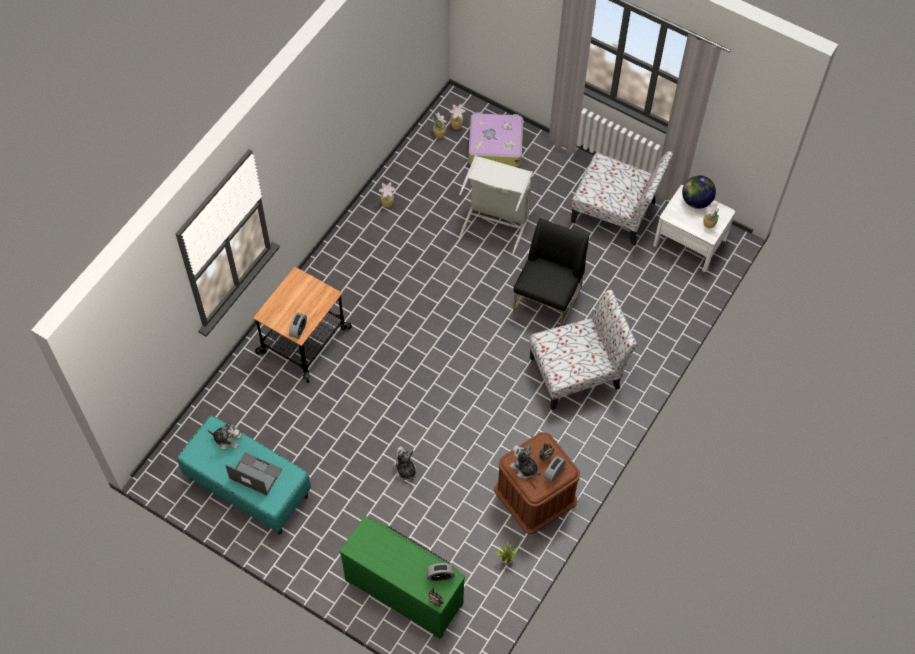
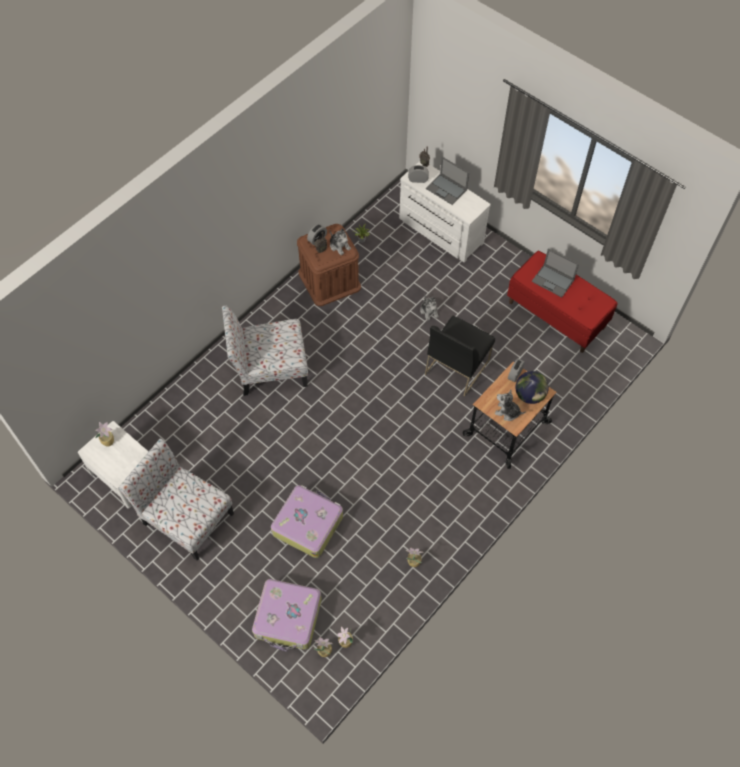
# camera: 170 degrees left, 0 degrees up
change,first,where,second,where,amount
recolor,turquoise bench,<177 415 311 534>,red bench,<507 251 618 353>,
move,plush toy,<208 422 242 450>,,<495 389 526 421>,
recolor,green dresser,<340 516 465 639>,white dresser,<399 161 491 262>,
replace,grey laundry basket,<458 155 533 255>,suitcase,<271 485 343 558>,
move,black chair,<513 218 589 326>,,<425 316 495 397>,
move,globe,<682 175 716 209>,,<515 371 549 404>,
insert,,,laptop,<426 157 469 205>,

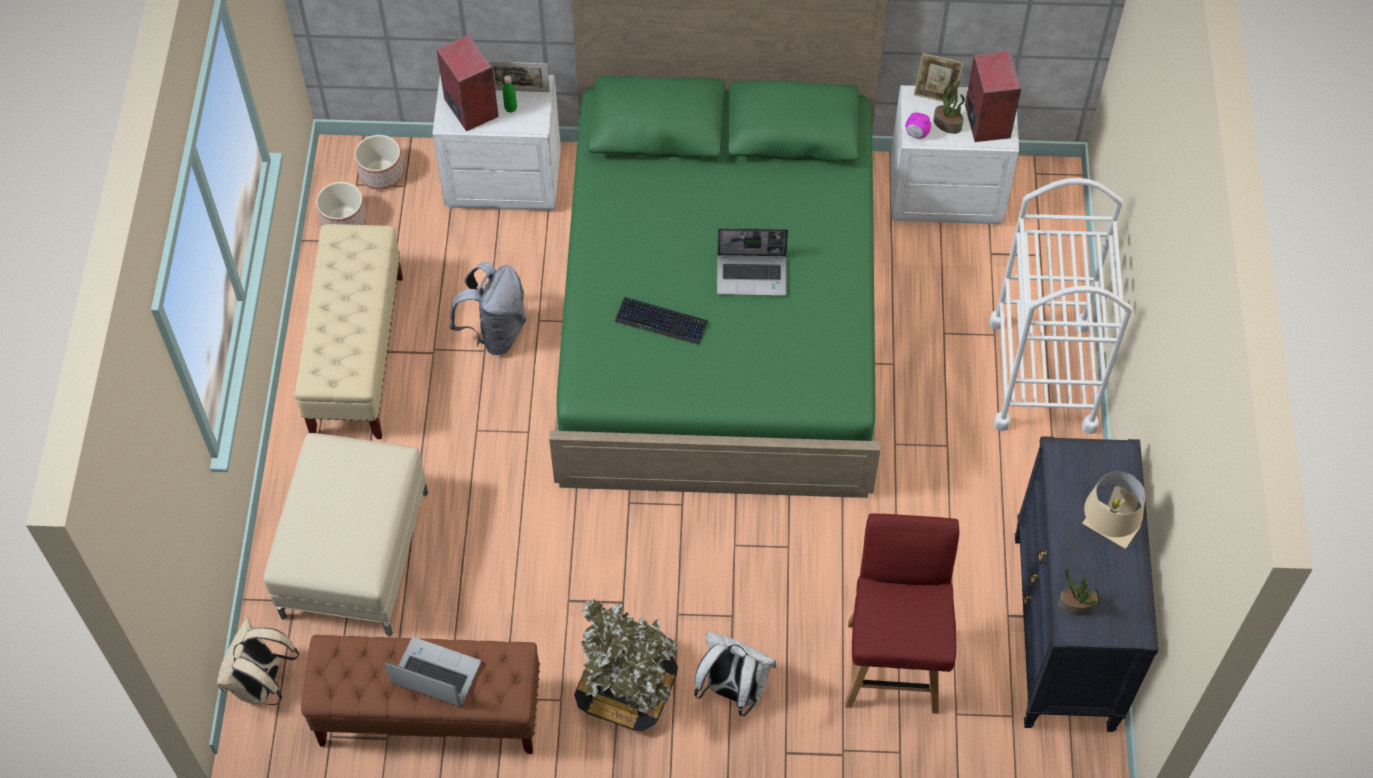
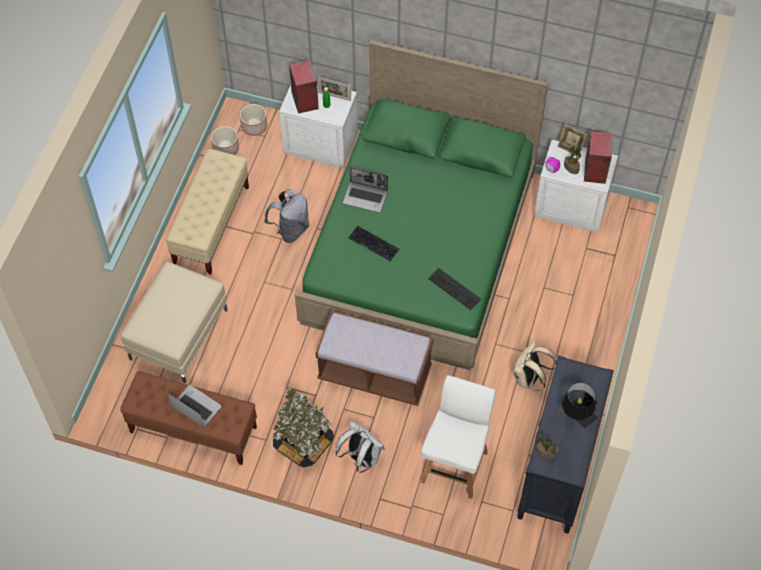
# camera: 15 degrees right, 0 degrees up
change,first,where,second,where,amount
move,beige backpack,<217 618 299 705>,,<514 341 556 391>,
move,laptop,<717 228 788 296>,,<343 167 388 212>,
recolor,red chair,<845 513 959 714>,white chair,<421 375 496 499>,
delete,white cart,<989 178 1132 434>,,,
recolor,beige table lamp,<1082 472 1145 549>,black table lamp,<562 383 598 428>,
insert,,,brown bench,<315 310 434 406>,
insert,,,keyboard,<428 268 481 310>,

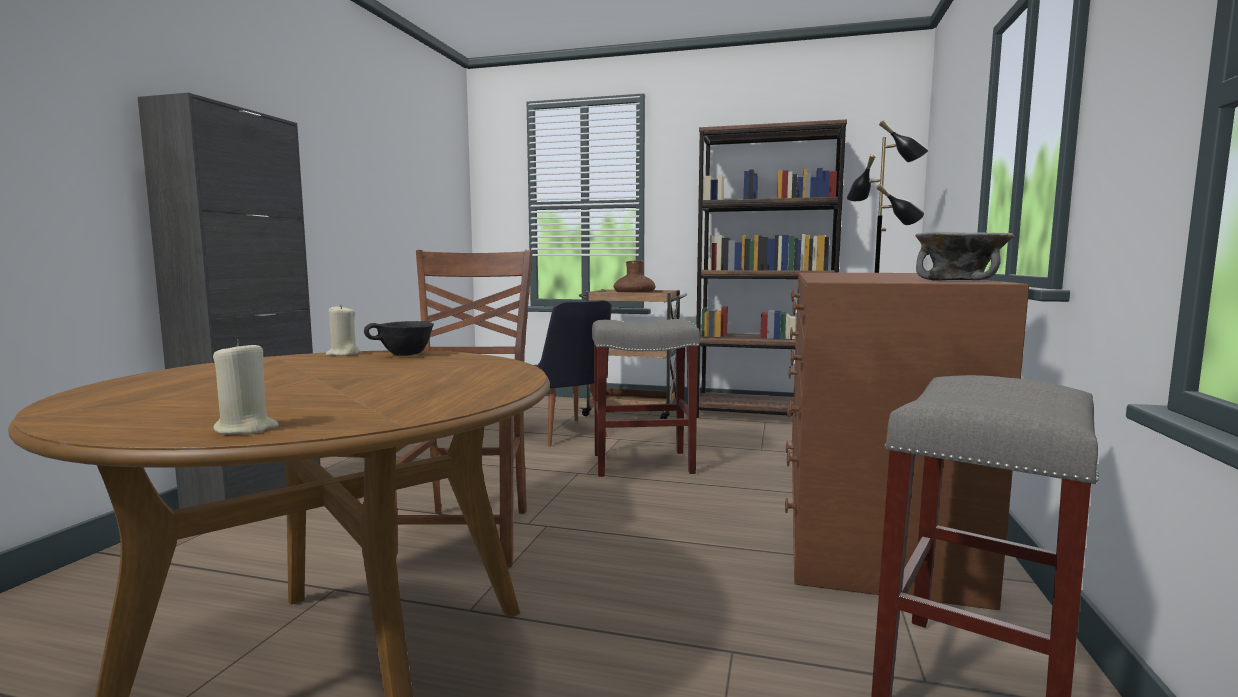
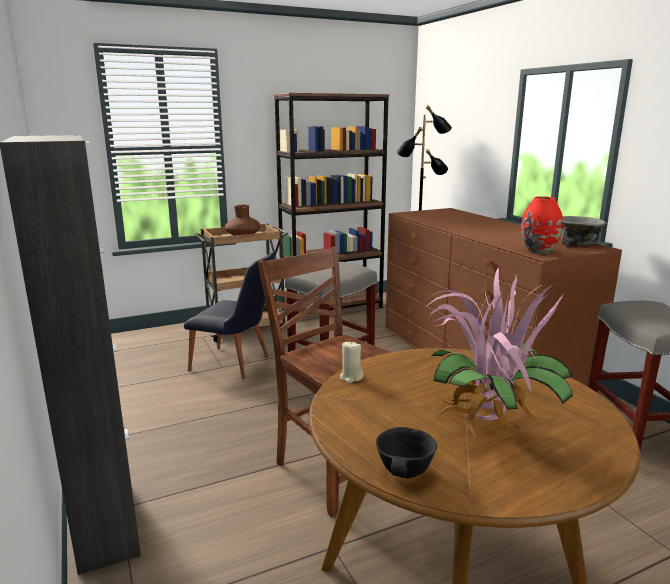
# camera: 40 degrees left, 10 degrees up
change,first,where,second,where,amount
delete,beige candle,<213 340 278 434>,,,
move,black bowl,<364 321 434 356>,,<376 427 437 478>,
insert,,,potted plant,<424 268 573 437>,
insert,,,red vase,<521 196 563 254>,

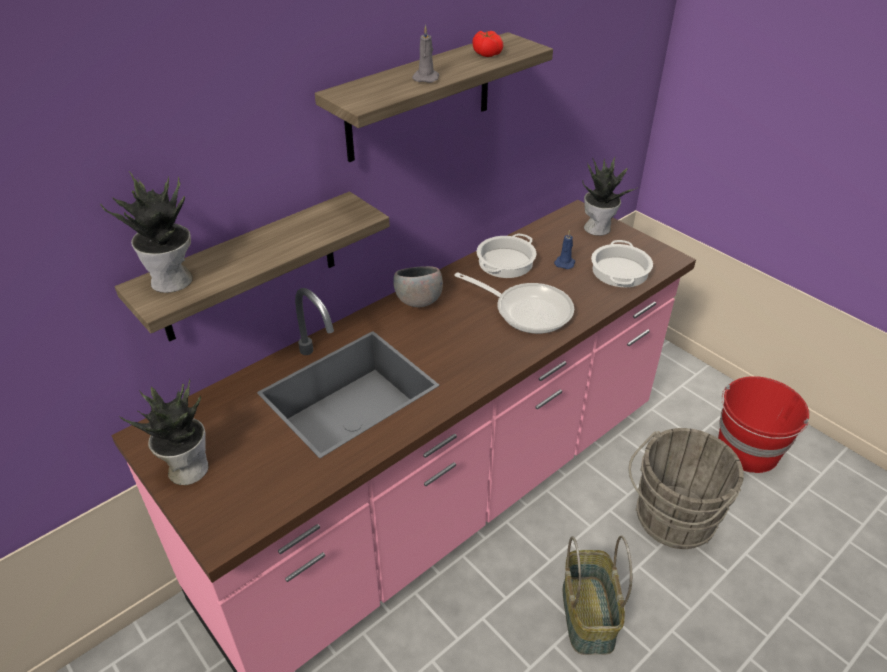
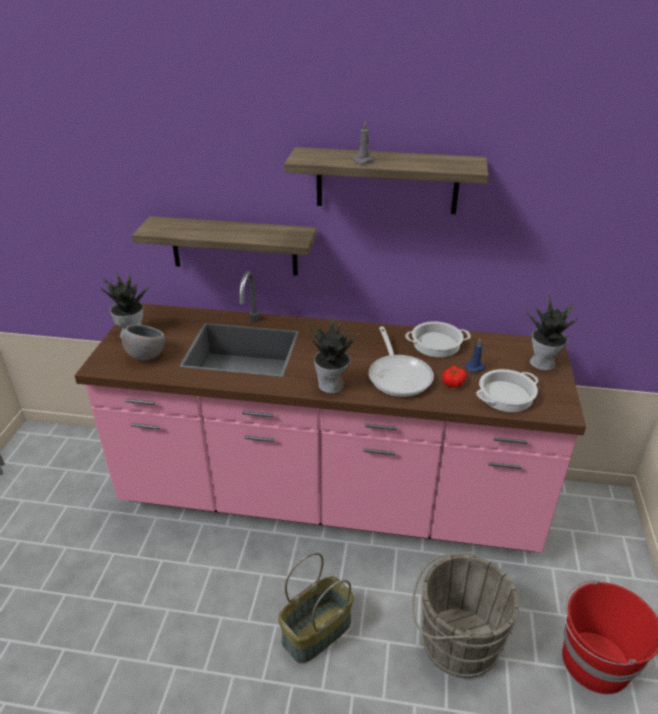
# camera: 50 degrees right, 5 degrees down
change,first,where,second,where,amount
move,potted plant,<100 171 193 293>,,<309 314 360 393>,
move,grey bowl,<393 266 443 307>,,<122 325 165 360>,
move,tomato,<472 31 504 57>,,<442 366 467 388>,

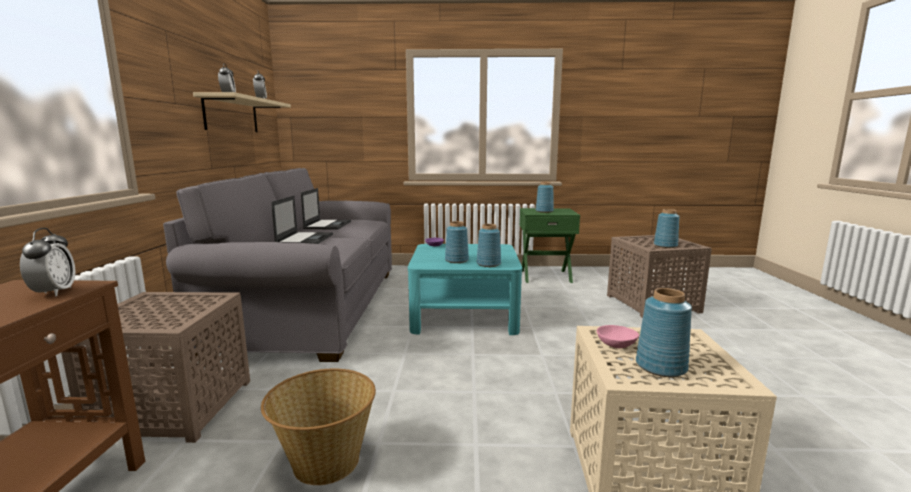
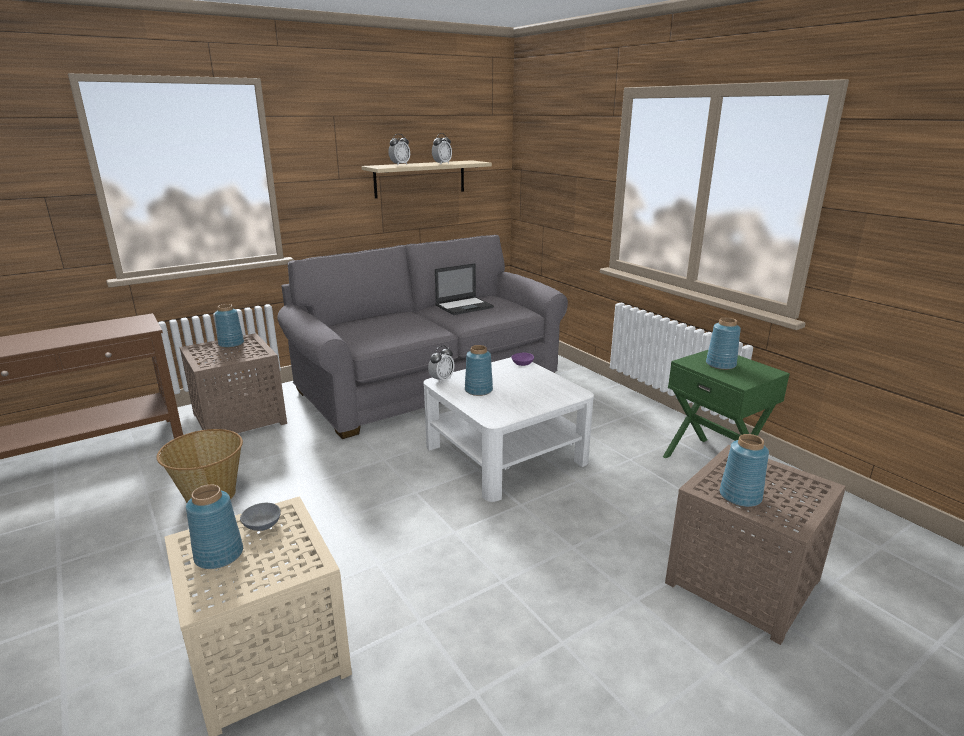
# camera: 55 degrees right, 10 degrees up
change,first,where,second,where,amount
move,alarm clock,<20 228 76 296>,,<428 345 454 383>,
delete,laptop,<271 196 333 244>,,,
recolor,turquoise coffee table,<408 244 522 335>,white coffee table,<424 357 594 502>,
move,blue vase,<477 224 501 267>,,<215 304 244 348>,
recolor,pink bowl,<597 325 639 348>,grey bowl,<240 503 281 531>,

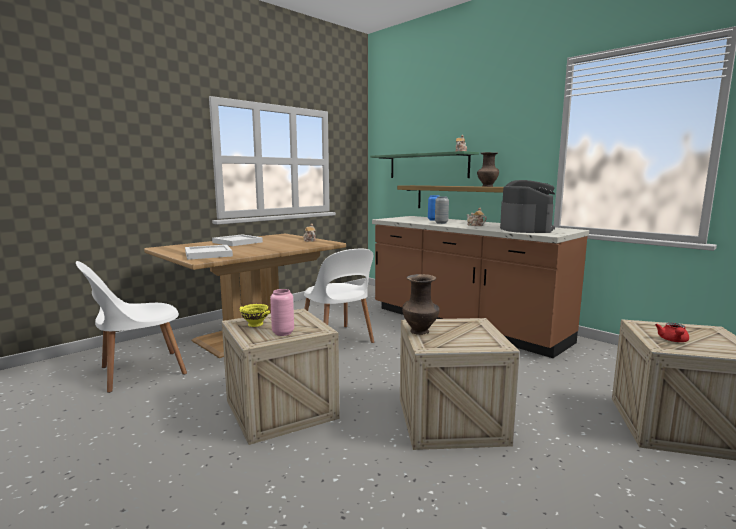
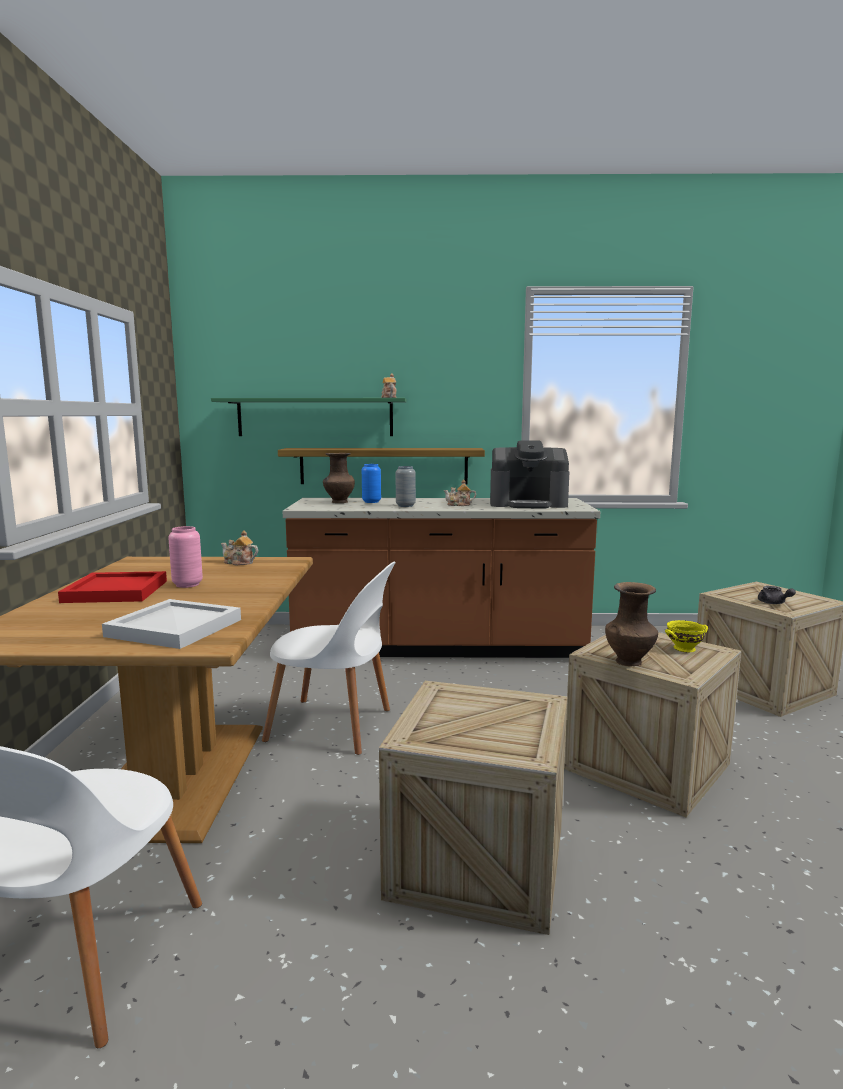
# camera: 45 degrees left, 0 degrees up
change,first,where,second,where,amount
recolor,white tray,<212 234 263 246>,red tray,<58 571 167 603>,
move,yellow bowl,<240 304 270 327>,,<665 620 708 652>,
move,pink vase,<270 289 294 336>,,<168 526 203 588>,
move,brown vase,<477 152 499 187>,,<323 453 355 503>,
rotate,coffee machine,<500 180 555 233>,,<490 440 570 508>,135 degrees clockwise
recolor,red teapot,<655 323 689 342>,grey teapot,<758 586 796 604>,

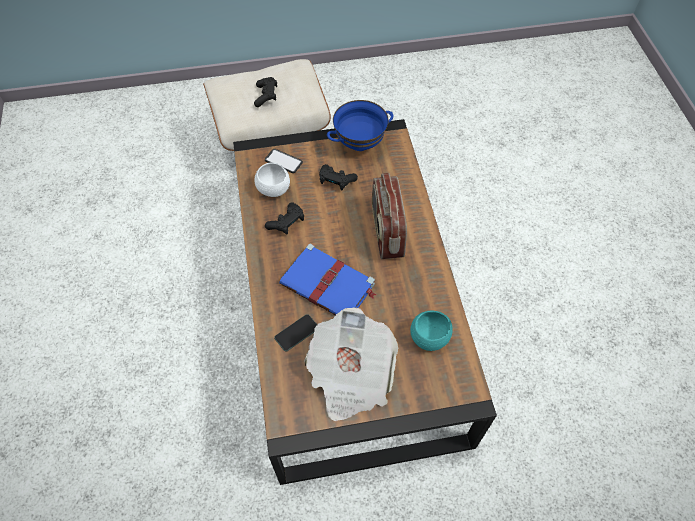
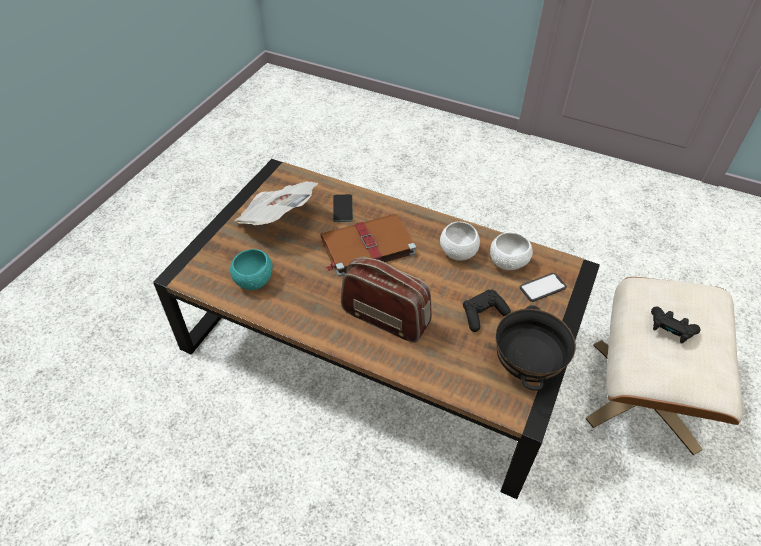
# camera: 125 degrees right, 10 degrees down
change,first,where,second,where,amount
replace,black game controller,<265 202 304 234>,white bowl,<440 222 480 261>,
recolor,blue book,<279 244 377 315>,brown book,<321 214 416 277>,
recolor,blue bowl,<327 100 393 151>,black bowl,<495 305 576 390>,

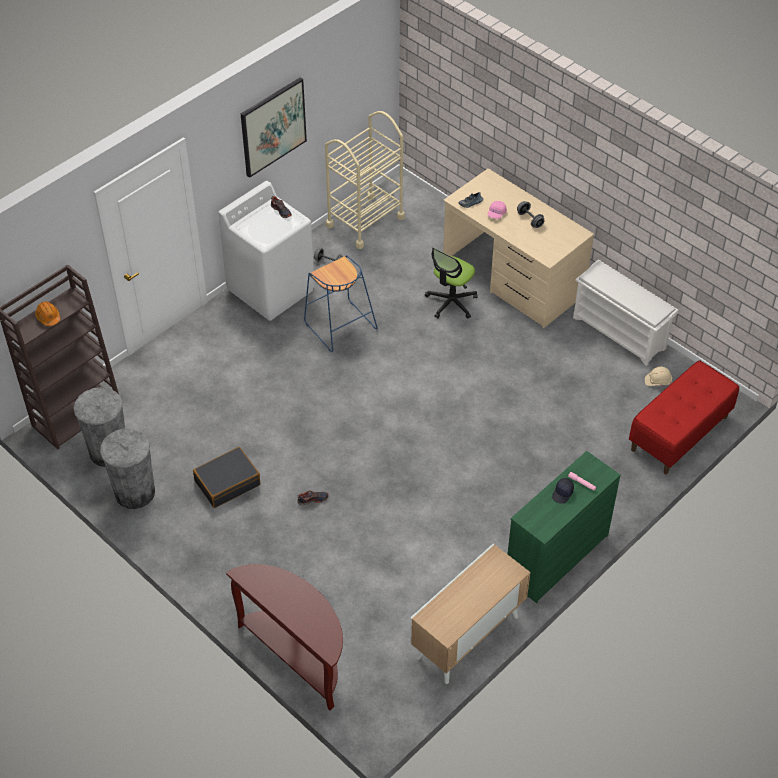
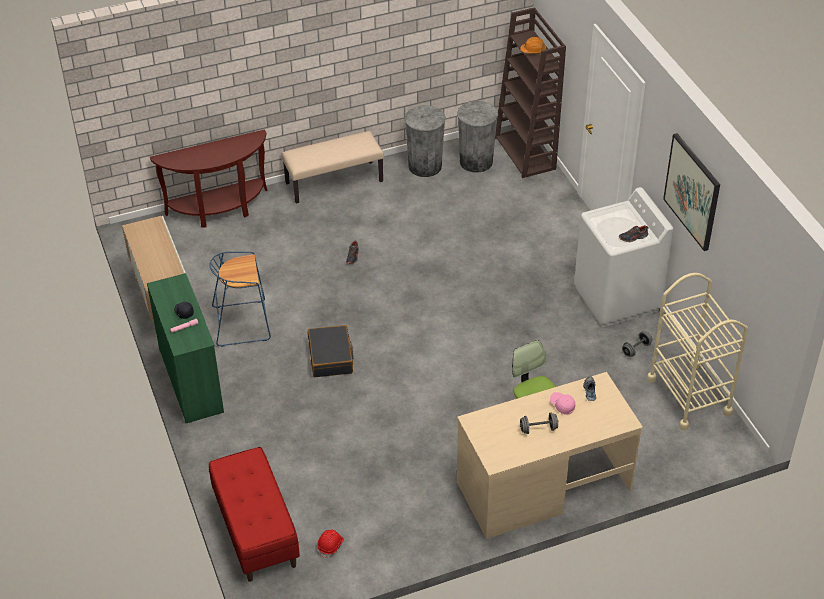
# camera: 115 degrees right, 5 degrees down
change,first,where,second,where,amount
move,black suitcase,<193 447 260 508>,,<308 325 353 377>,
move,blue stool,<304 255 378 352>,,<210 252 271 347>,
delete,white shoe rack,<573 260 678 366>,,,
recolor,beige hard hat,<645 367 672 386>,red hard hat,<317 530 344 558>,
insert,,,beige bench,<282 131 384 204>,

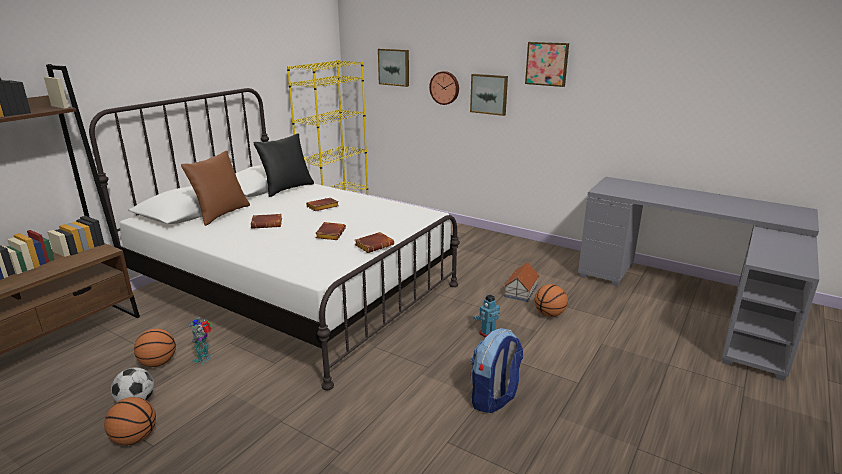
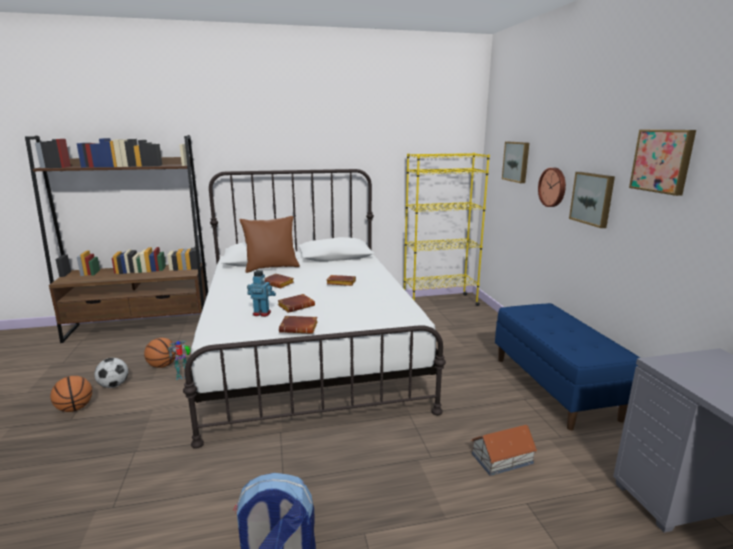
# camera: 45 degrees right, 5 degrees down
change,first,where,second,where,amount
delete,black pillow,<253 133 314 197>,,,
move,toy robot,<474 294 500 337>,,<247 270 276 317>,
delete,basketball,<535 284 568 317>,,,
insert,,,blue bench,<495 303 640 430>,

